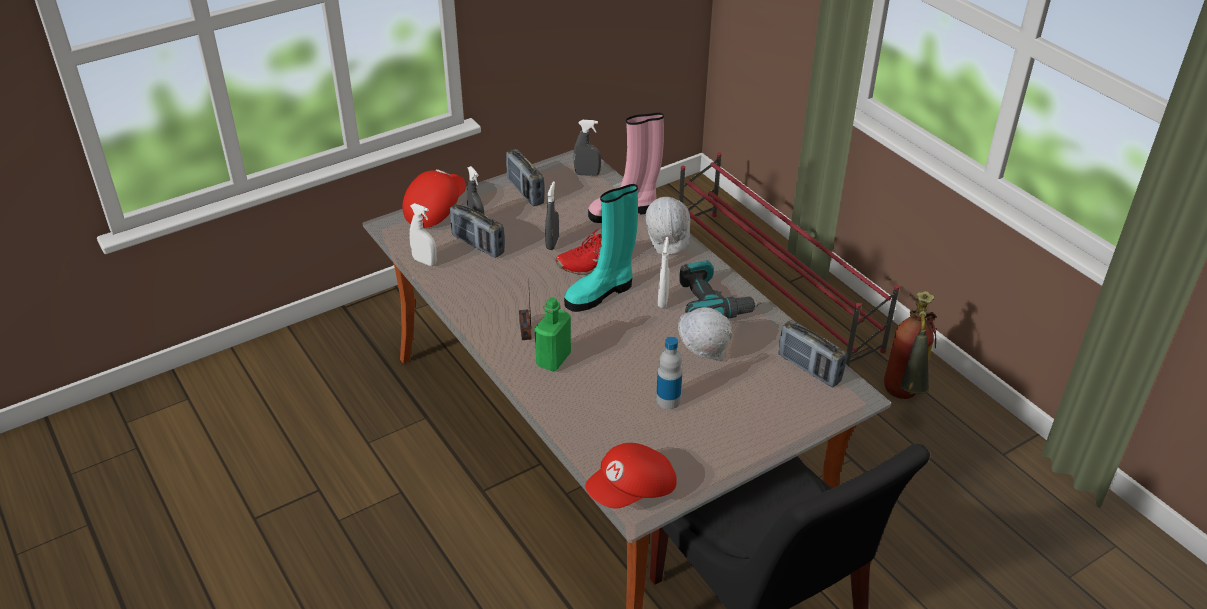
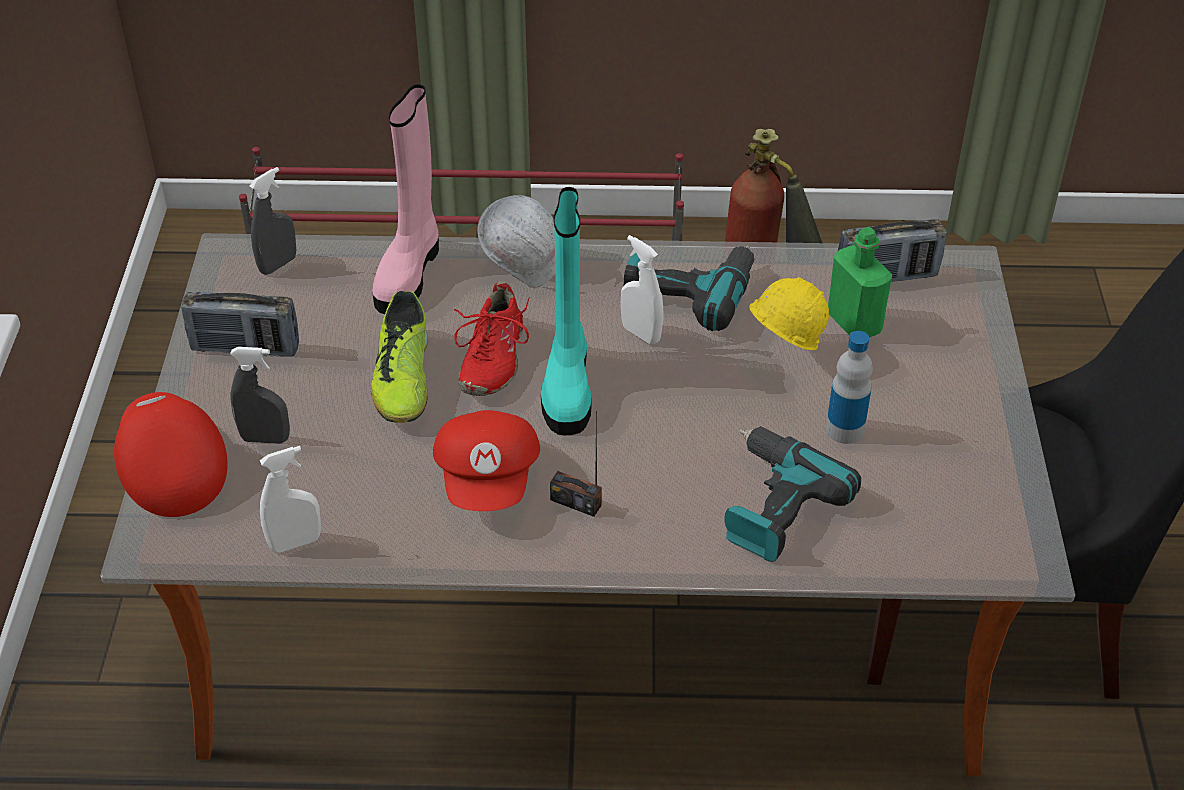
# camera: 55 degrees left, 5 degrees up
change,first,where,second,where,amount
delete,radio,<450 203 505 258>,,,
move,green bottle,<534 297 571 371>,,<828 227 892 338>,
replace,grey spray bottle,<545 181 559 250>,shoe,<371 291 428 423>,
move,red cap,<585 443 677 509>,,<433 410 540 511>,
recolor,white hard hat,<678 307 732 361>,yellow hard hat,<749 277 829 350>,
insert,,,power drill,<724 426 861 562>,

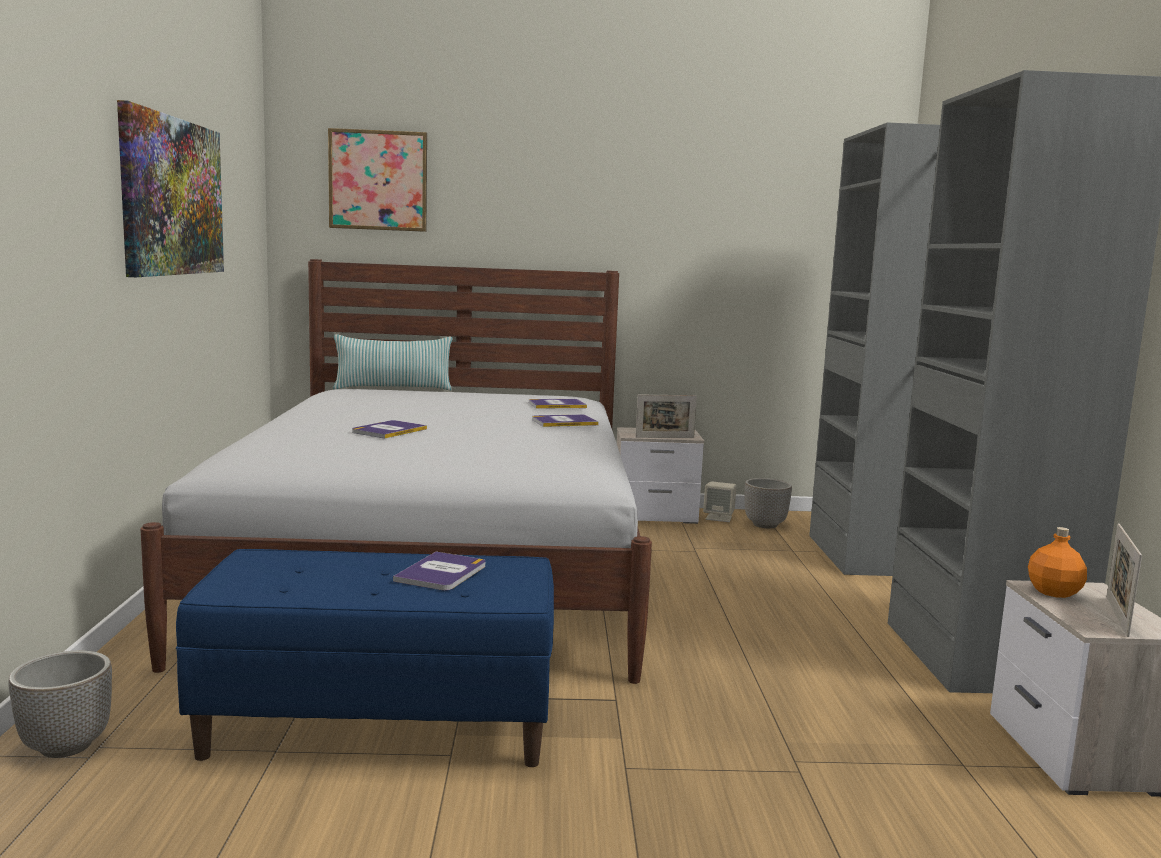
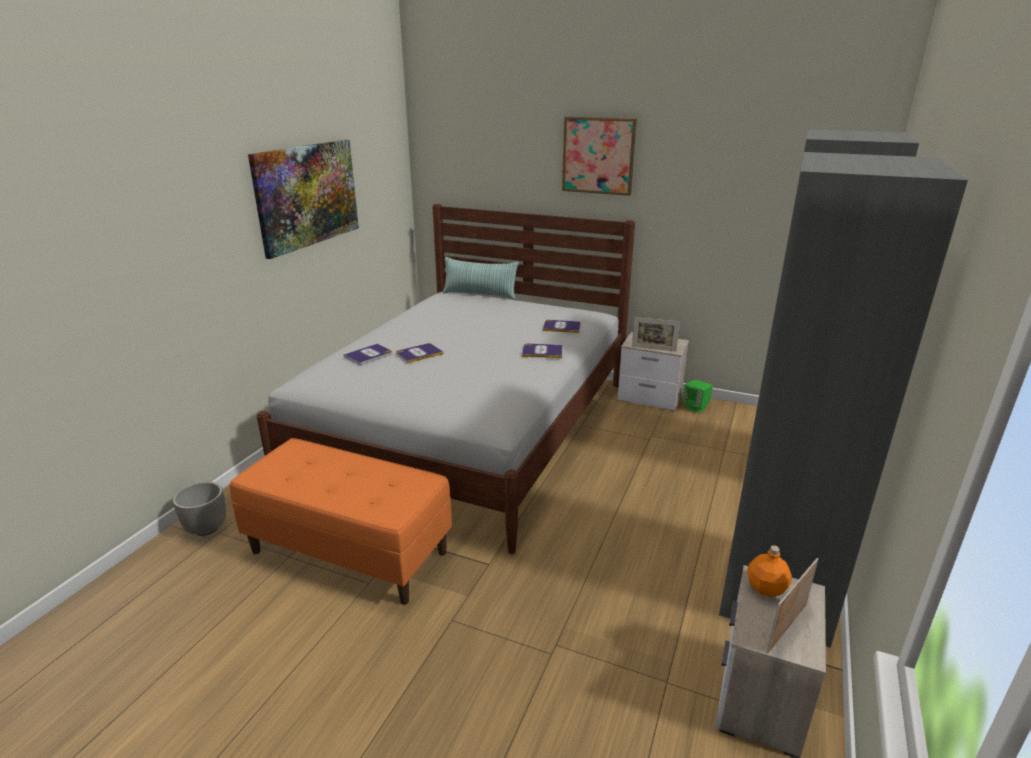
# camera: 25 degrees right, 15 degrees up
change,first,where,second,where,amount
recolor,blue bench,<176 549 554 767>,orange bench,<230 438 452 605>,
move,picture,<328 128 427 232>,,<562 117 637 196>,
move,book,<393 551 485 591>,,<343 344 392 365>,
recolor,beige speaker,<703 481 737 522>,green speaker,<682 379 713 413>,
delete,planter,<745 478 792 529>,,,

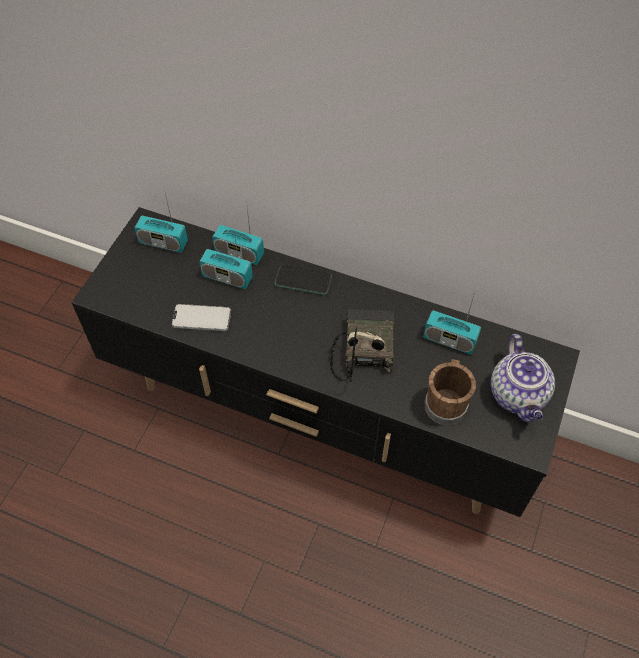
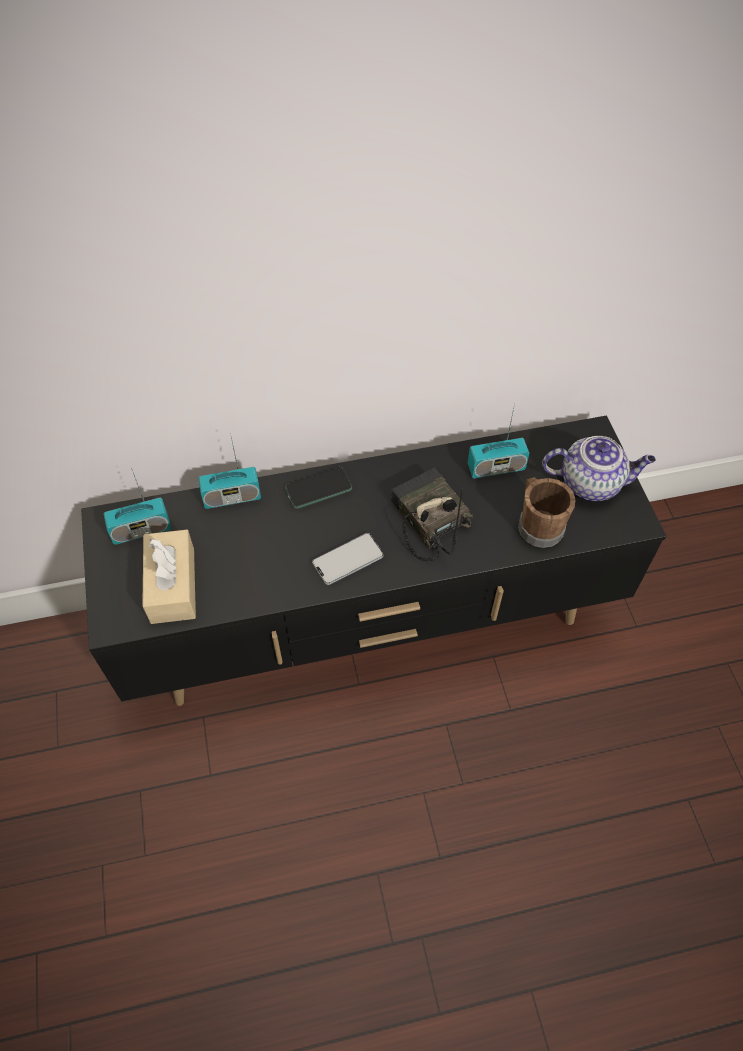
# camera: 35 degrees left, 0 degrees up
change,first,where,second,where,amount
move,phone,<172 304 231 331>,,<312 533 384 585>,
delete,radio,<199 231 253 289>,,,
rotate,teapot,<491 334 555 422>,,<542 436 656 501>,45 degrees counterclockwise
insert,,,beige tissue box,<142 530 196 624>,

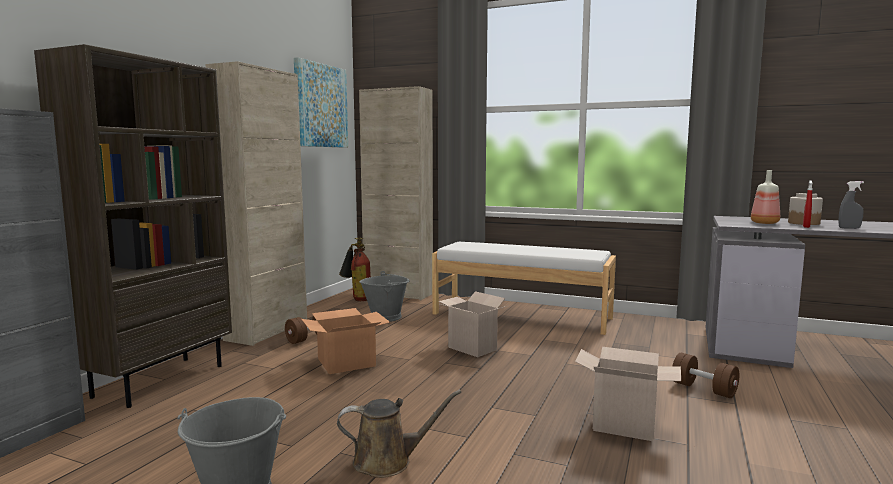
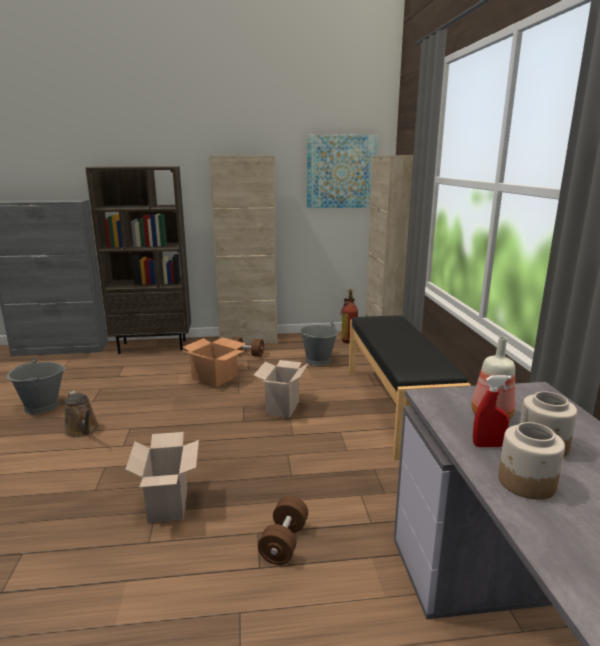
# camera: 60 degrees right, 10 degrees up
change,first,where,second,where,amount
recolor,white bench,<432 242 616 335>,black bench,<349 316 471 460>,
replace,grey spray bottle,<838 181 864 229>,jar,<498 422 565 500>,

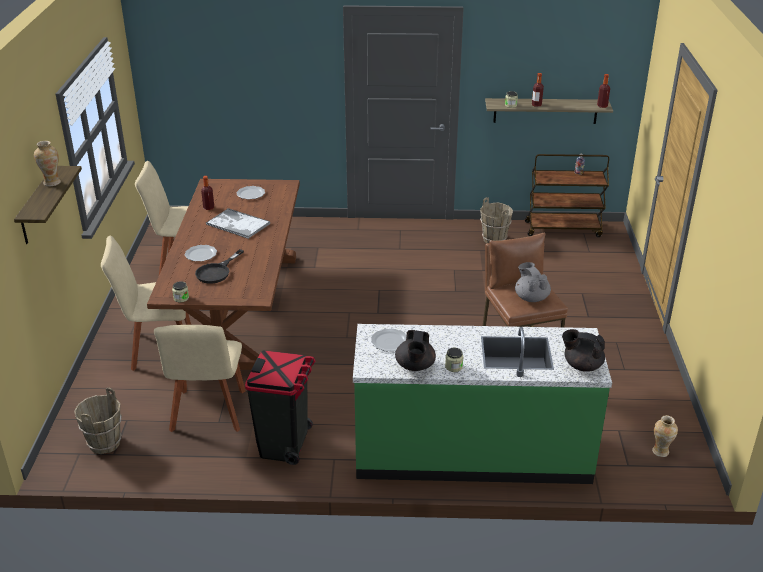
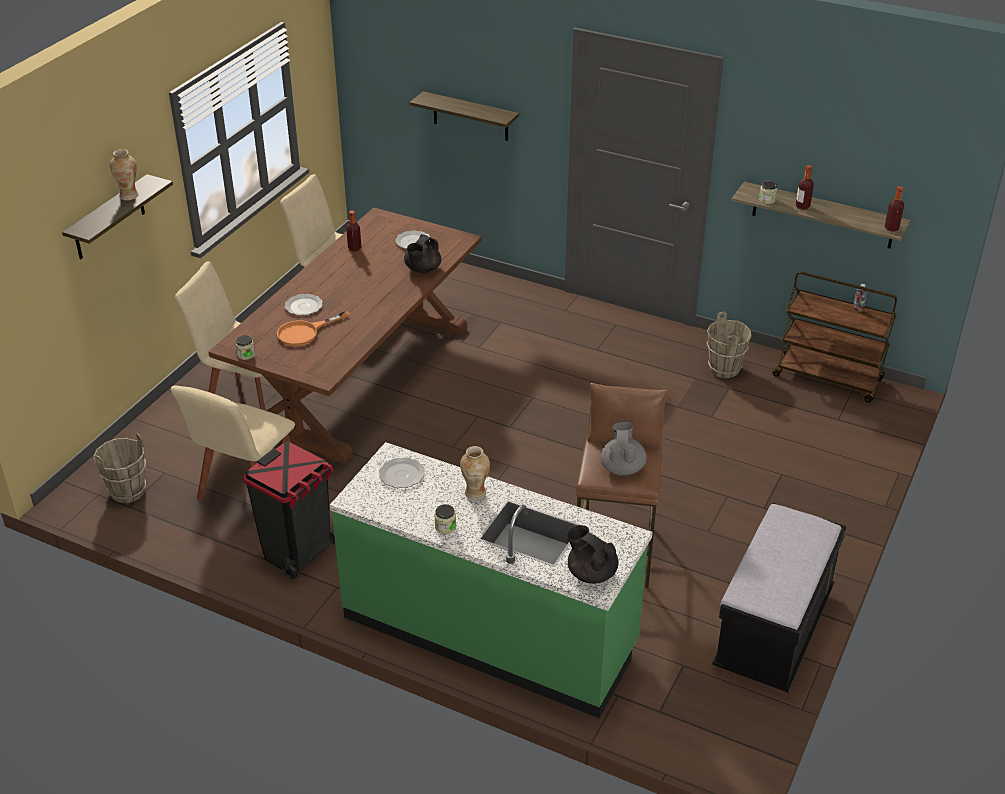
# camera: 25 degrees right, 5 degrees up
change,first,where,second,where,amount
recolor,black frying pan,<195 249 244 284>,orange frying pan,<277 311 349 346>,
delete,tray,<206 208 270 239>,,,
move,black teapot,<395 330 436 371>,,<404 234 441 273>,
move,vase,<652 415 678 457>,,<460 446 490 500>,
insert,,,shelf,<409 91 519 141>,
insert,,,black bench,<712 503 847 692>,

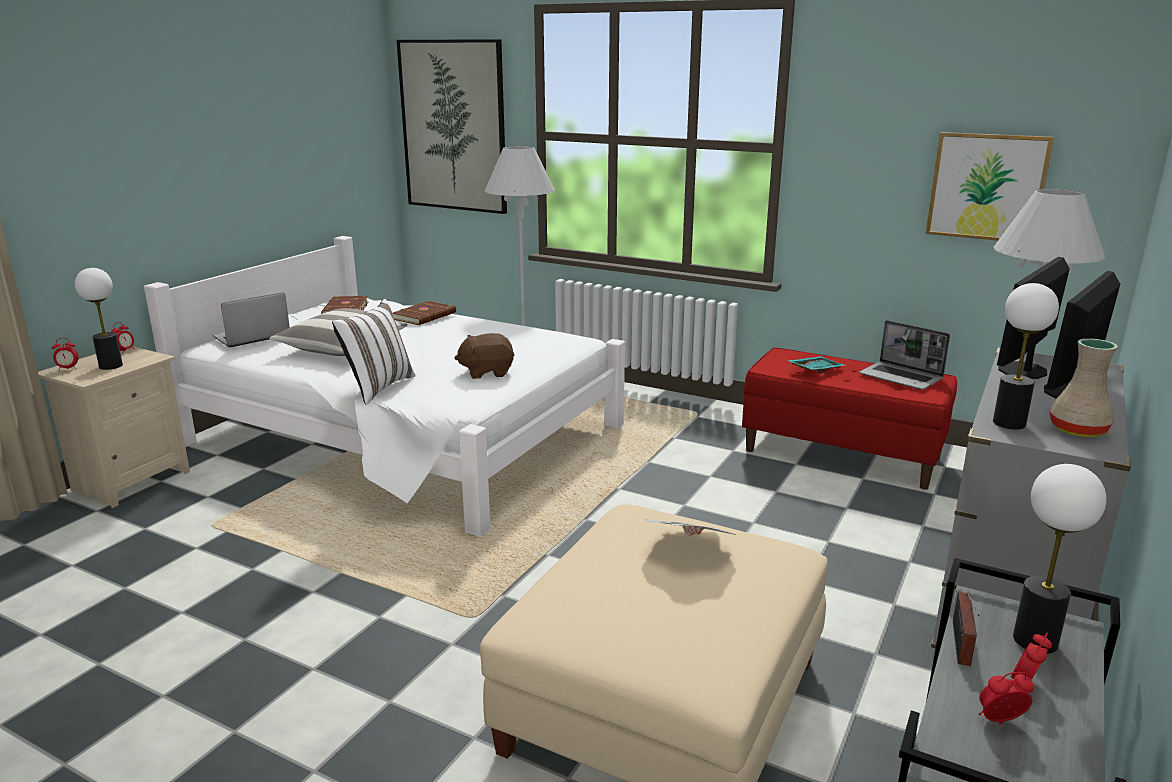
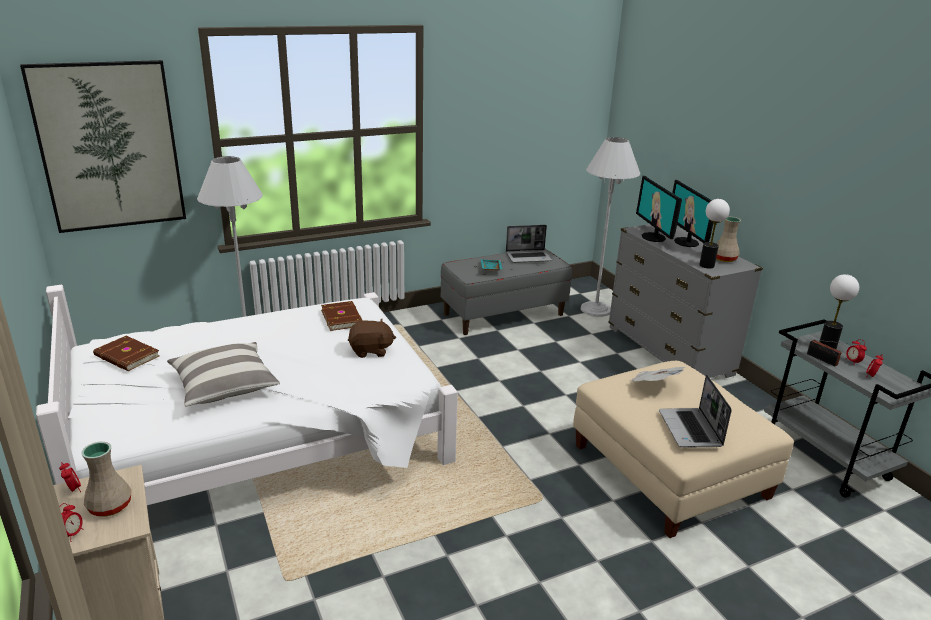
# camera: 55 degrees left, 5 degrees up
change,first,where,second,where,amount
replace,table lamp,<75 268 123 370>,beige vase,<82 442 131 517>,
move,laptop,<212 293 290 347>,,<659 374 732 448>,
delete,white pillow,<332 299 416 405>,,,
move,brown book,<392 301 456 325>,,<321 301 363 331>,
rotate,brown plush toy,<455 333 515 379>,,<348 319 396 358>,120 degrees counterclockwise
recolor,red bench,<742 348 957 490>,grey bench,<441 249 572 335>,
delete,picture,<926 132 1054 241>,,,

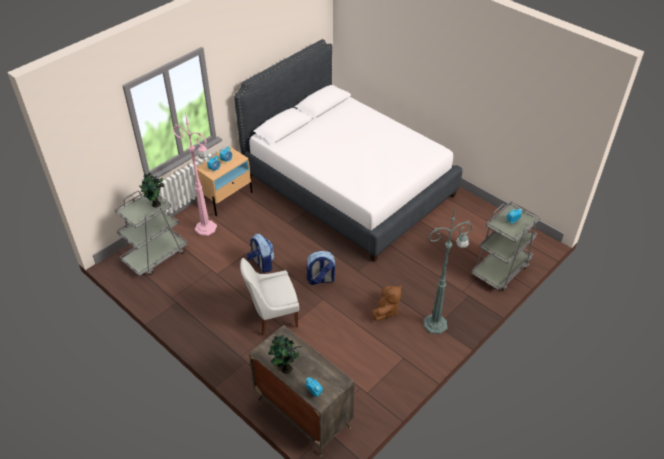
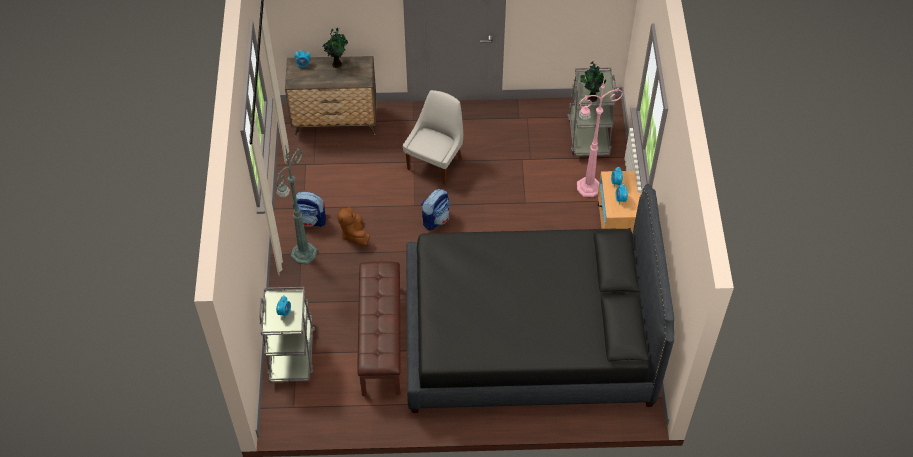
# camera: 135 degrees right, 10 degrees up
change,first,where,second,where,amount
recolor,white bed,<234 39 462 262>,black bed,<406 184 674 413>,
move,backpack,<247 234 274 273>,,<293 192 326 227>,
insert,,,brown bench,<358 261 400 396>,

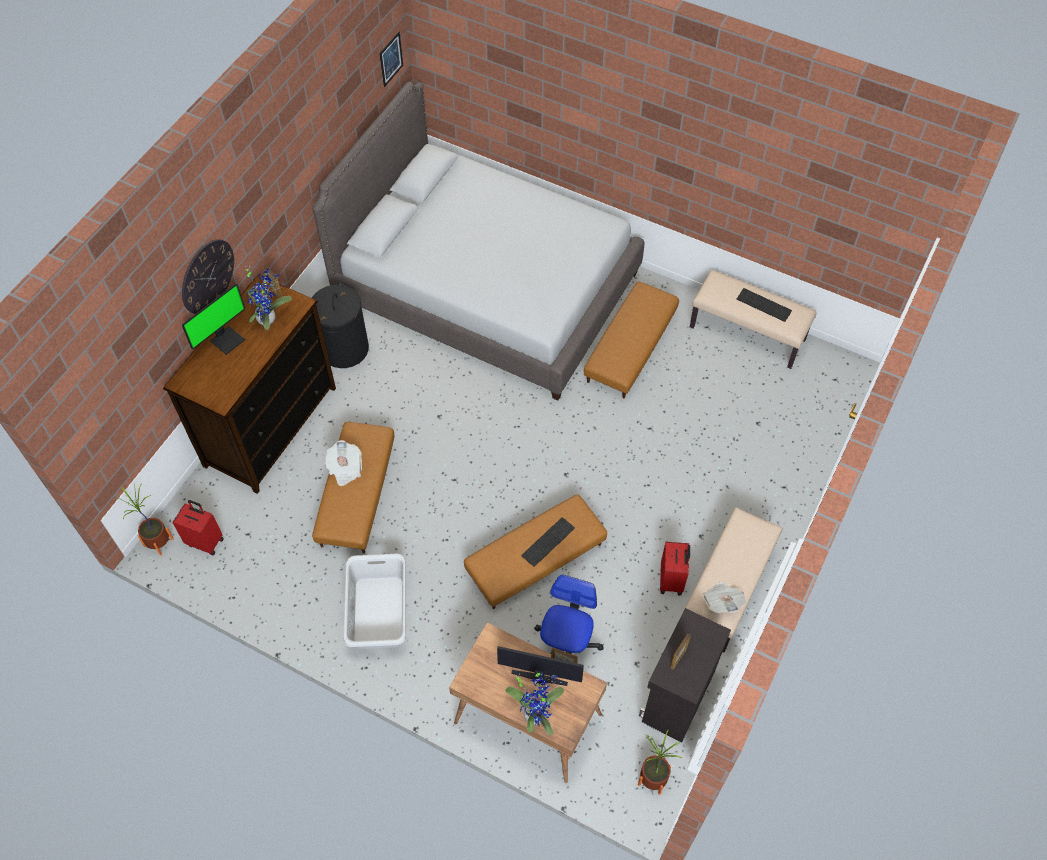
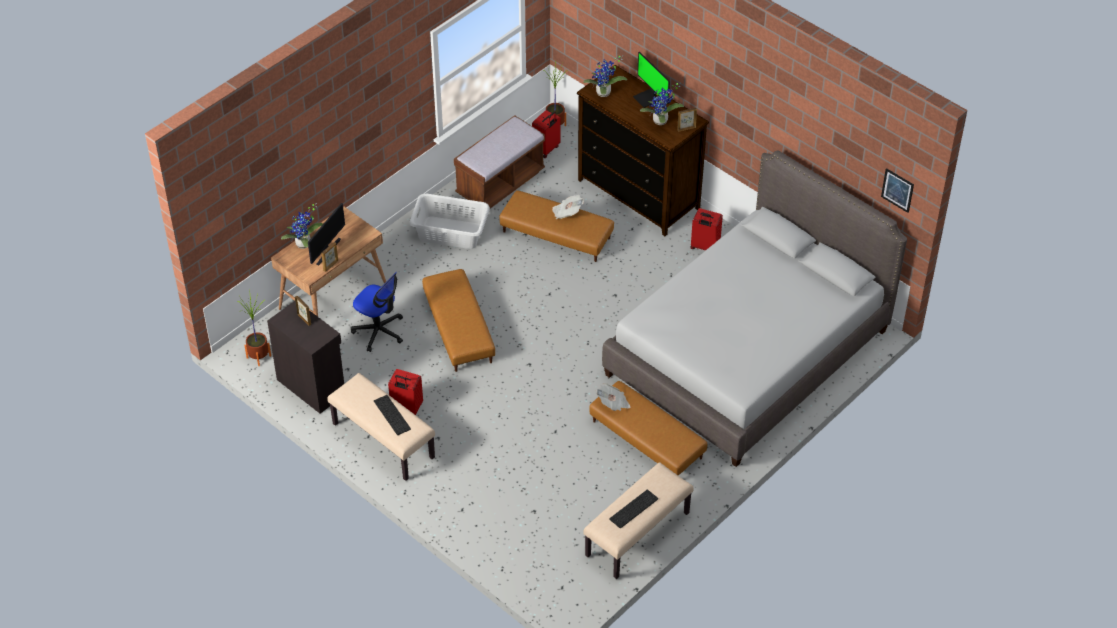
# camera: 105 degrees right, 10 degrees down
change,first,where,second,where,amount
delete,wall clock,<182 239 234 314>,,,
replace,black laundry basket,<312 282 369 368>,red suitcase,<691 208 723 250>,
move,keyboard,<521 517 575 567>,,<374 395 411 435>,
move,newspaper,<703 582 746 613>,,<596 383 631 411>,
insert,,,brown bench,<454 115 545 209>,
insert,,,potted plant,<583 56 627 97>,

